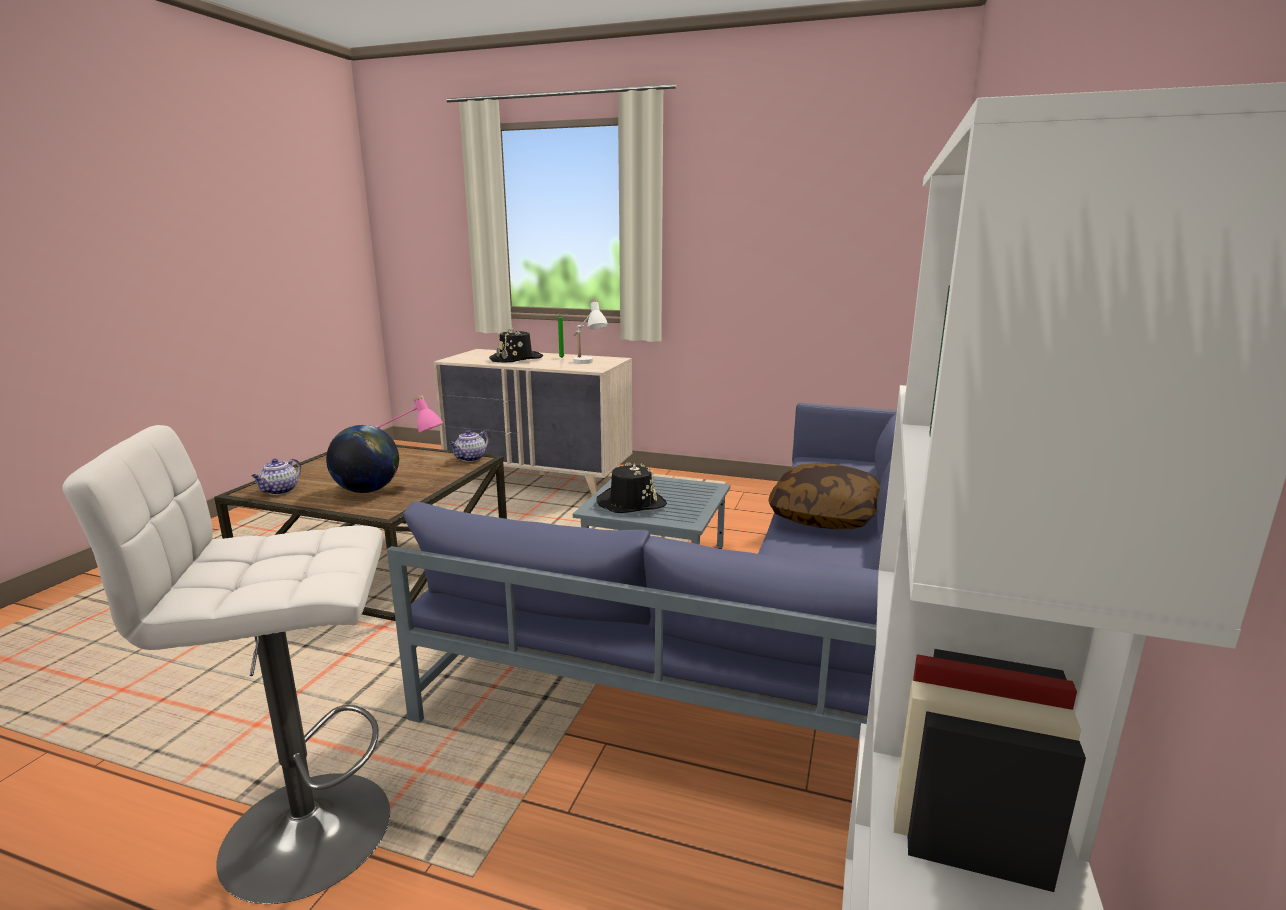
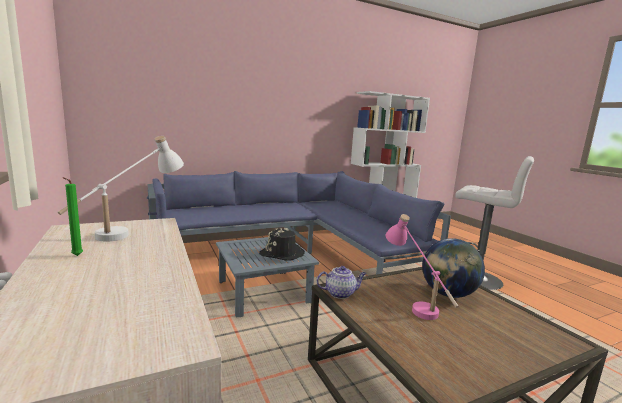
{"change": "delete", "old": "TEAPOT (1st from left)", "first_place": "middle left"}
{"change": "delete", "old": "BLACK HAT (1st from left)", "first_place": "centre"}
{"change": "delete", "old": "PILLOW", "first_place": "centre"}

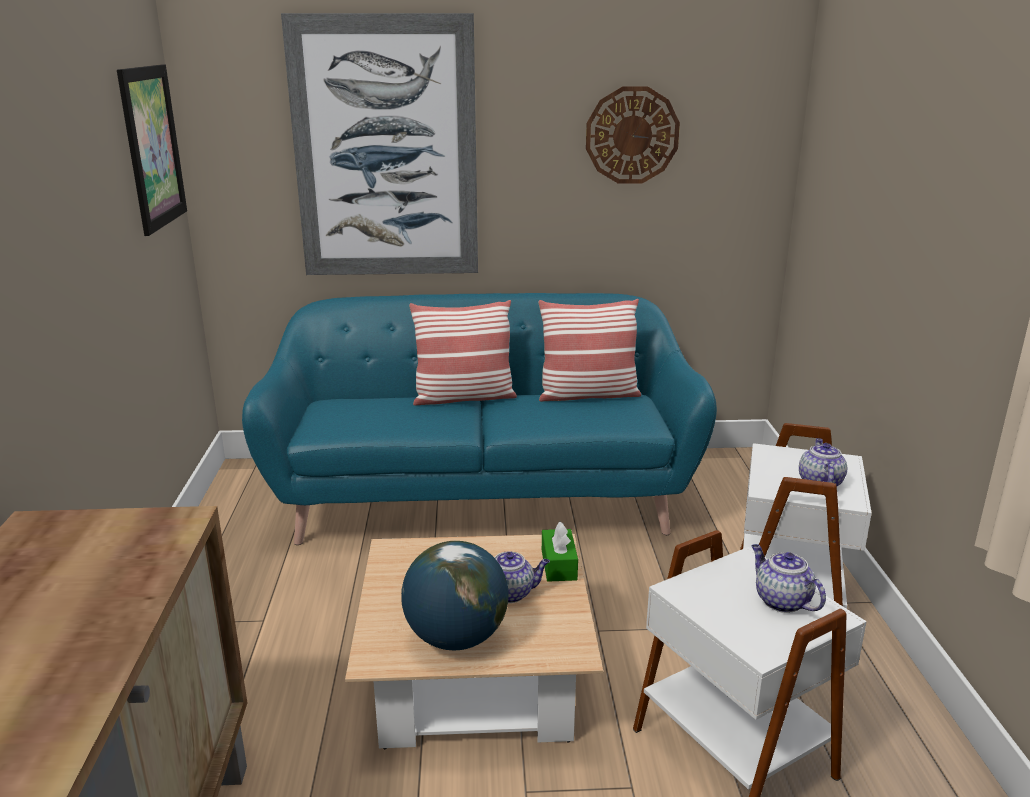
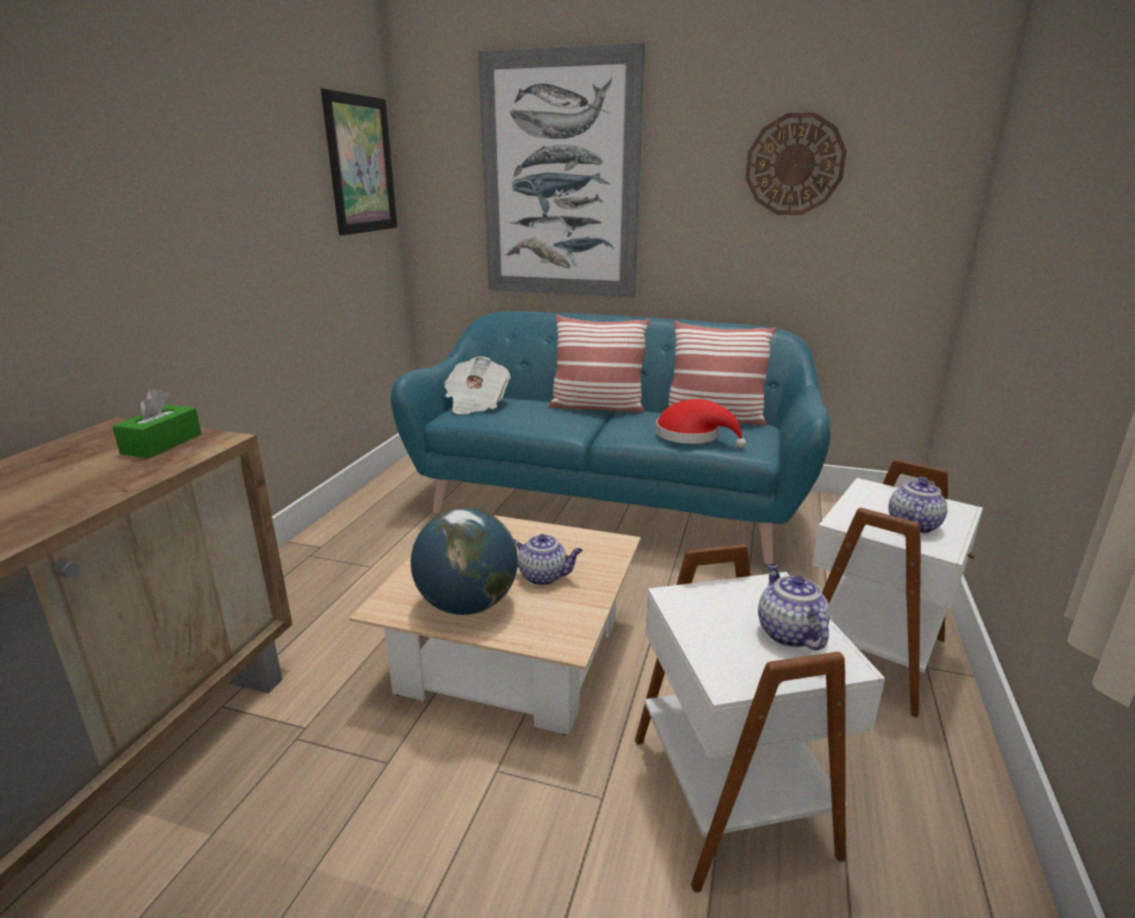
{"change": "move", "old": "GREEN TISSUE BOX", "first_place": "bottom centre", "second_place": "middle left"}
{"change": "insert", "new": "NEWSPAPER", "second_place": "centre"}
{"change": "insert", "new": "RED HAT", "second_place": "centre"}

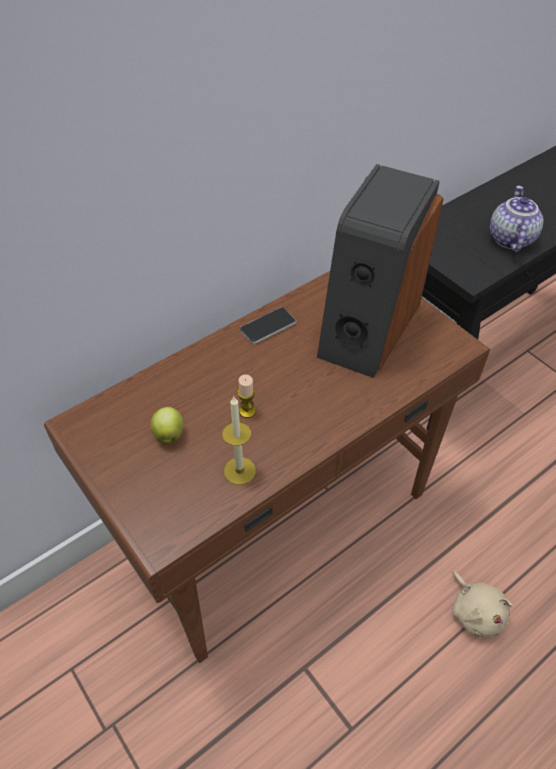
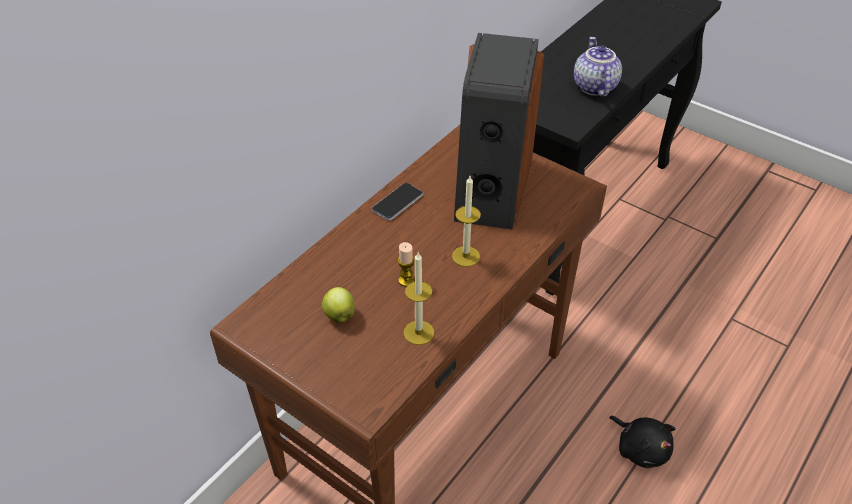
{"change": "insert", "new": "CANDLE (3rd from left)", "second_place": "centre"}
{"change": "recolor", "old": "BEIGE PLUSH TOY", "new": "BLACK PLUSH TOY", "first_place": "bottom right", "second_place": "bottom right"}

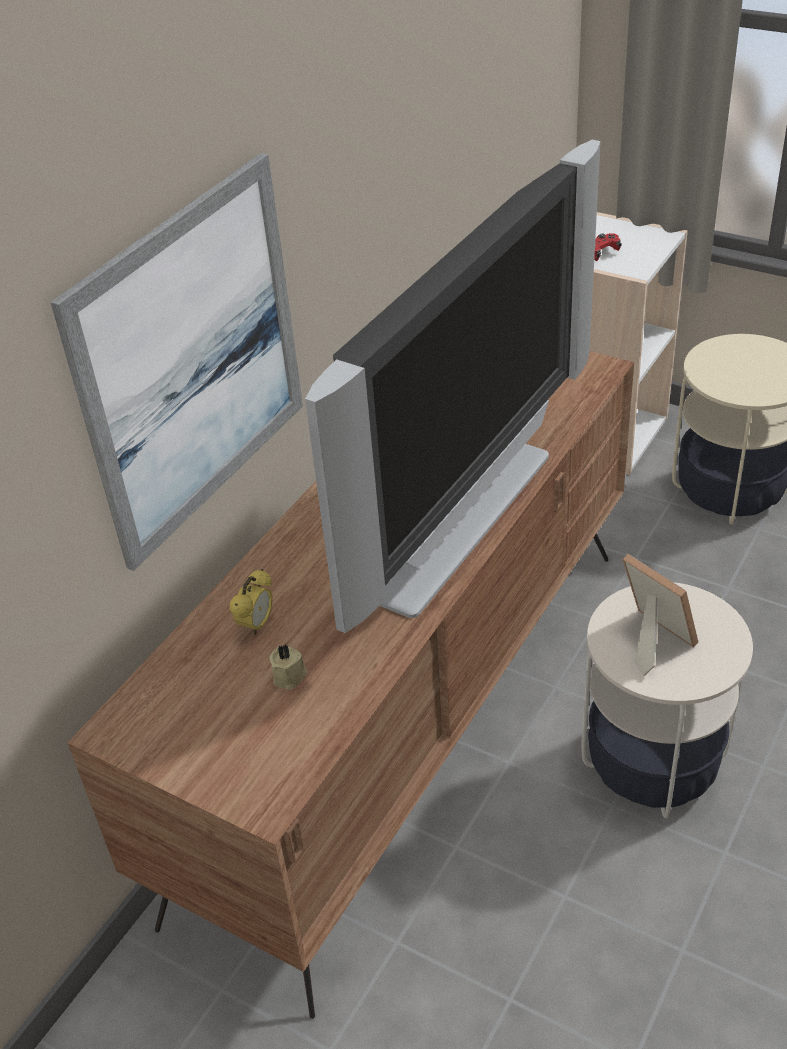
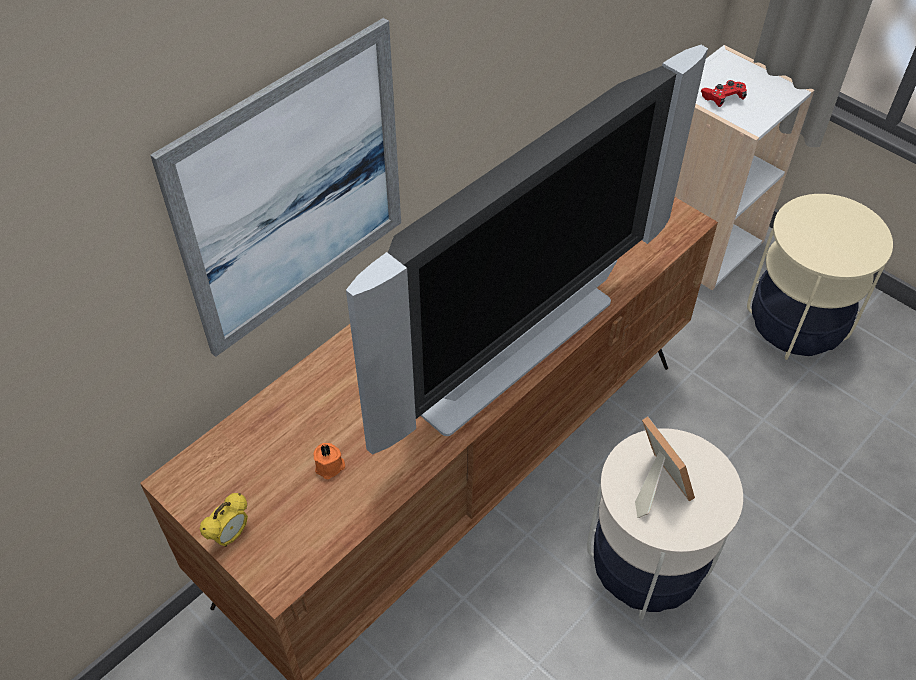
{"change": "move", "old": "ALARM CLOCK", "first_place": "middle left", "second_place": "bottom left"}
{"change": "recolor", "old": "BEIGE CANDLE", "new": "ORANGE CANDLE", "first_place": "centre", "second_place": "bottom centre"}

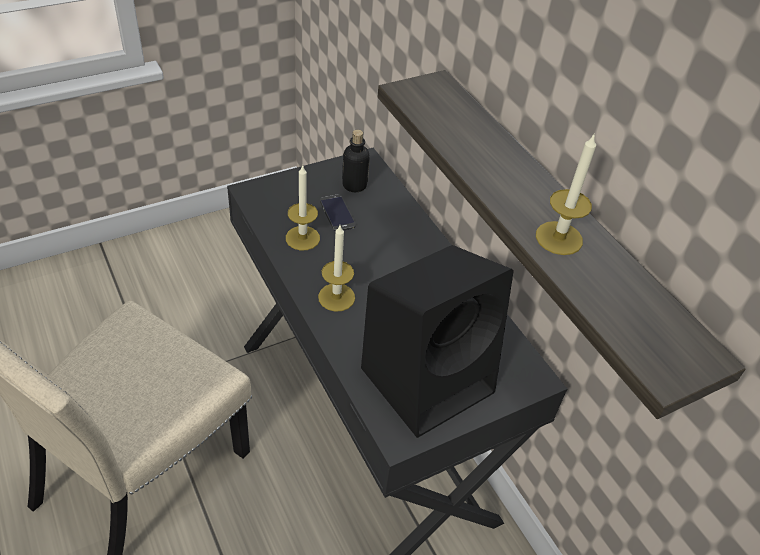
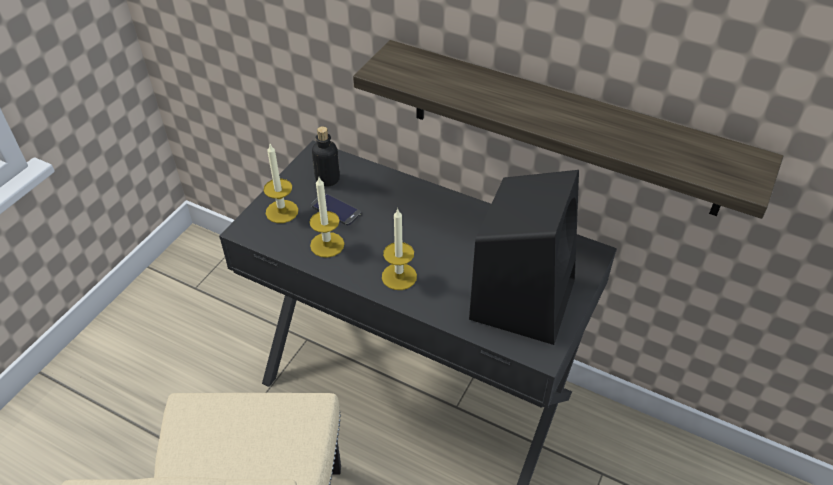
{"change": "move", "old": "CANDLE (3rd from left in the first image)", "new": "CANDLE (1st from left)", "first_place": "middle right", "second_place": "centre"}

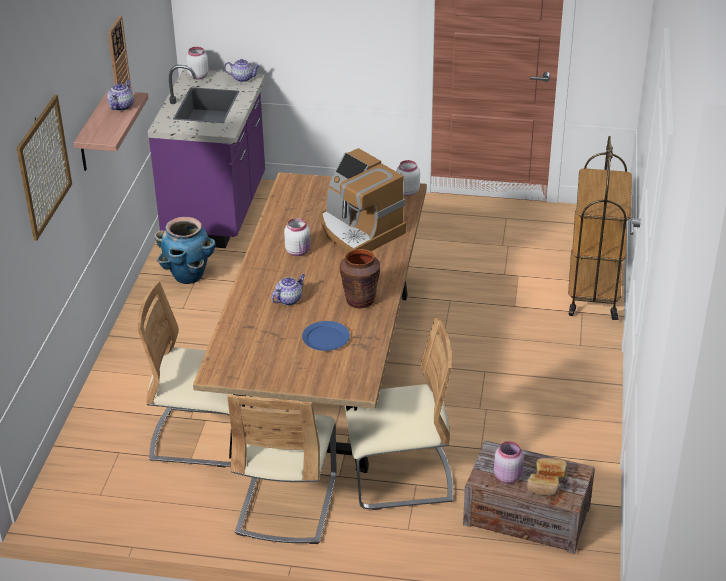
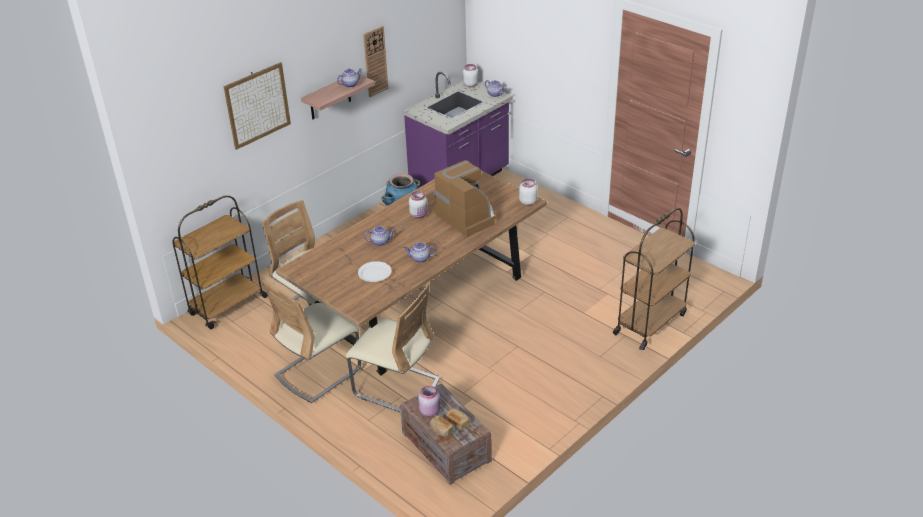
{"change": "insert", "new": "BROWN CART (1st from left)", "second_place": "middle left"}
{"change": "recolor", "old": "BLUE PLATE", "new": "WHITE PLATE", "first_place": "centre", "second_place": "centre"}
{"change": "replace", "old": "BROWN VASE", "new": "TEAPOT (3rd from left)", "first_place": "centre", "second_place": "centre"}
{"change": "rotate", "old": "COFFEE MACHINE", "first_place": "centre", "second_place": "centre", "degrees": 150}

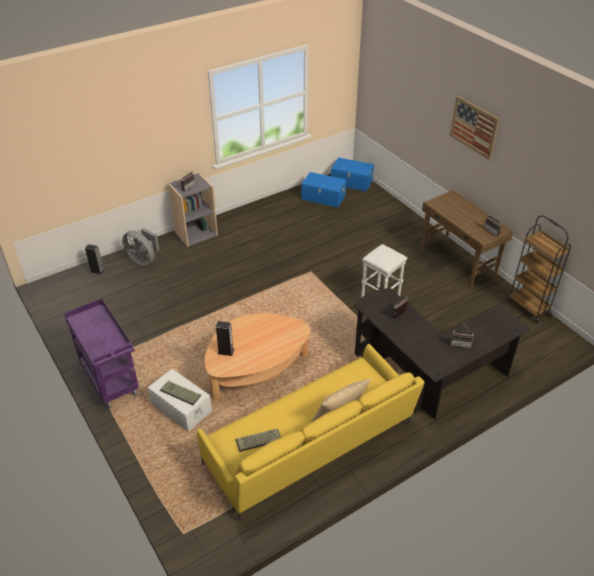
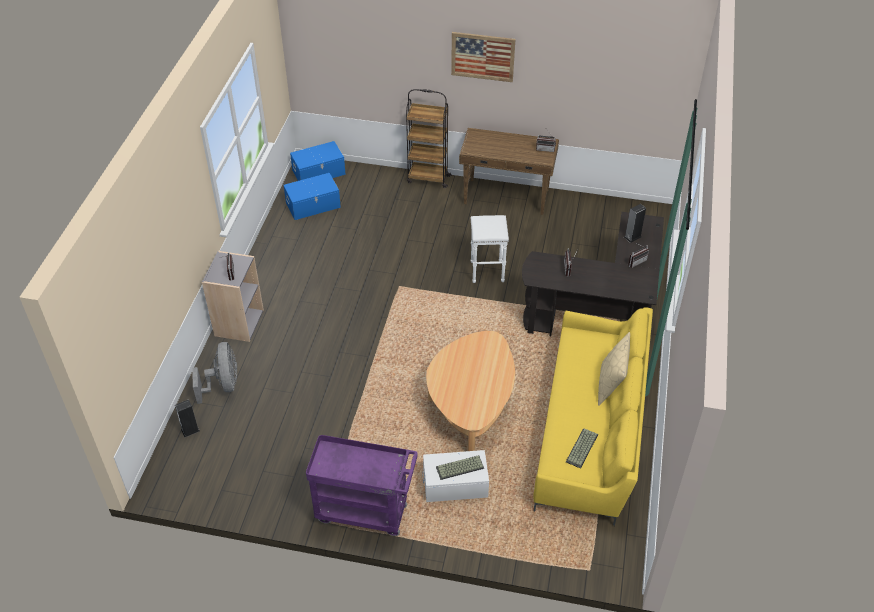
{"change": "rotate", "old": "GREY FAN", "first_place": "middle left", "second_place": "middle left", "degrees": -90}
{"change": "move", "old": "BROWN CART", "first_place": "middle right", "second_place": "top centre"}
{"change": "move", "old": "SPEAKER (2nd from left)", "first_place": "centre", "second_place": "middle right"}

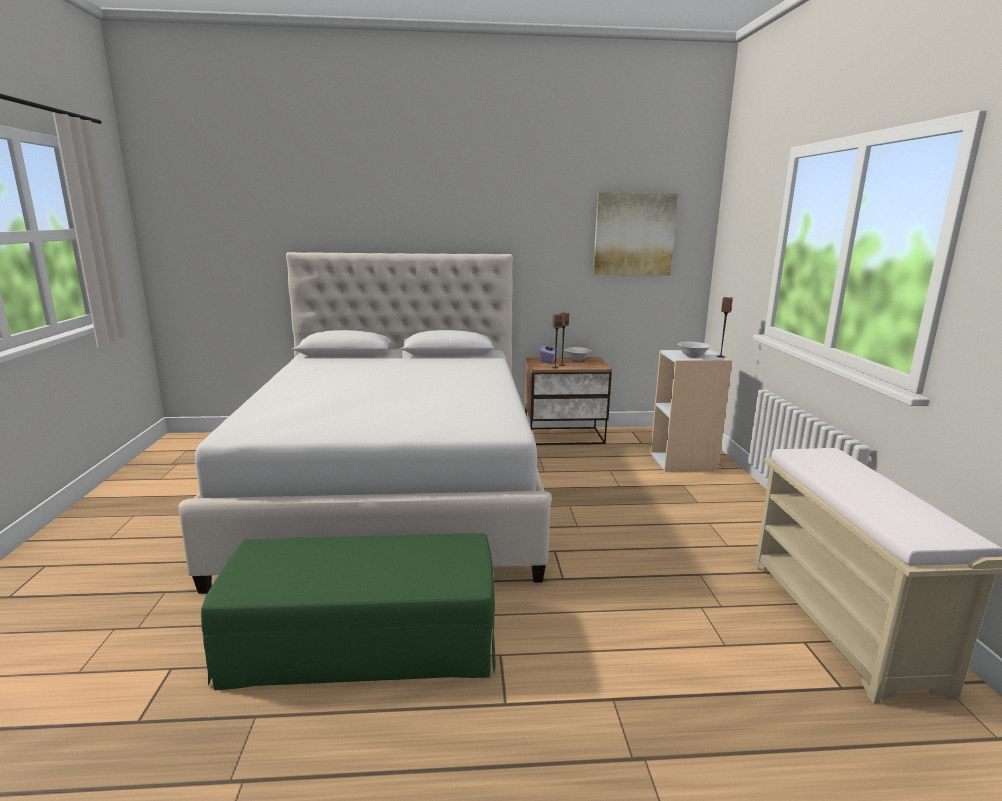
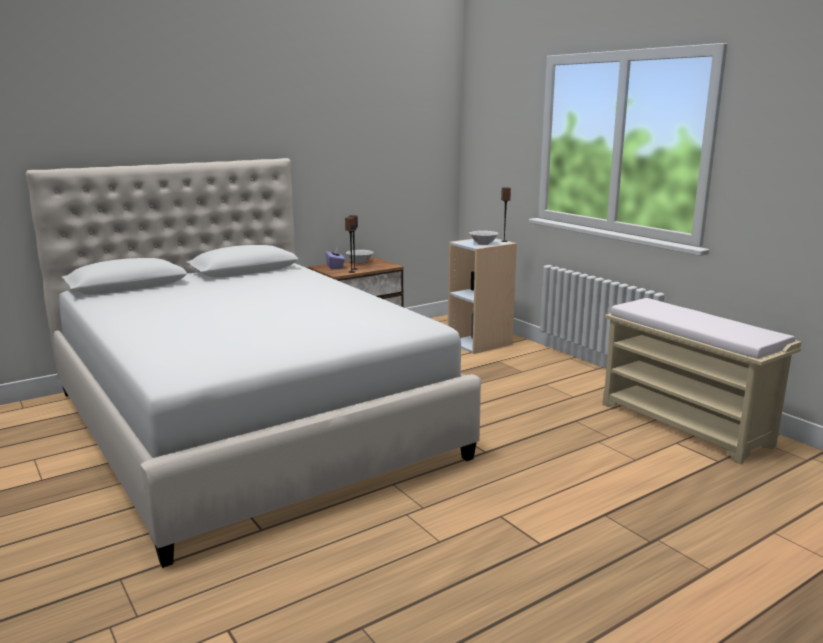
{"change": "delete", "old": "GREEN OTTOMAN", "first_place": "bottom centre"}
{"change": "delete", "old": "PICTURE", "first_place": "top centre"}

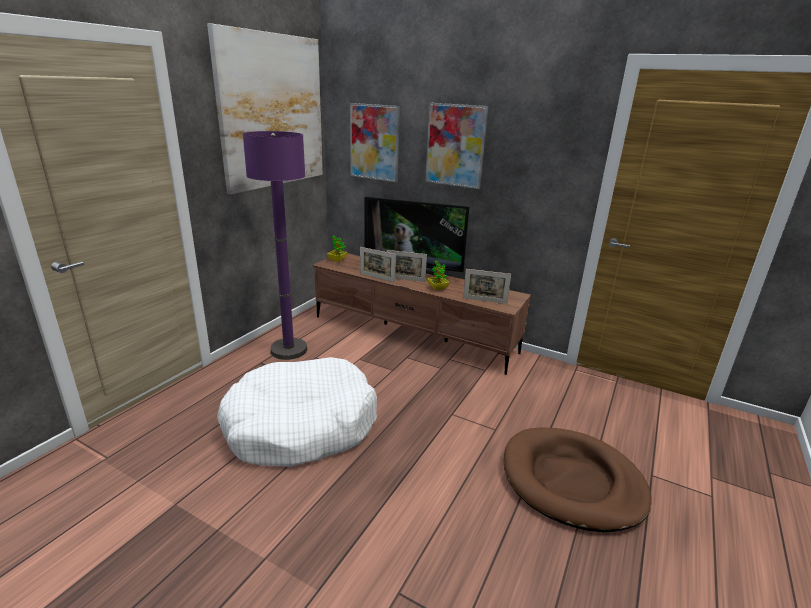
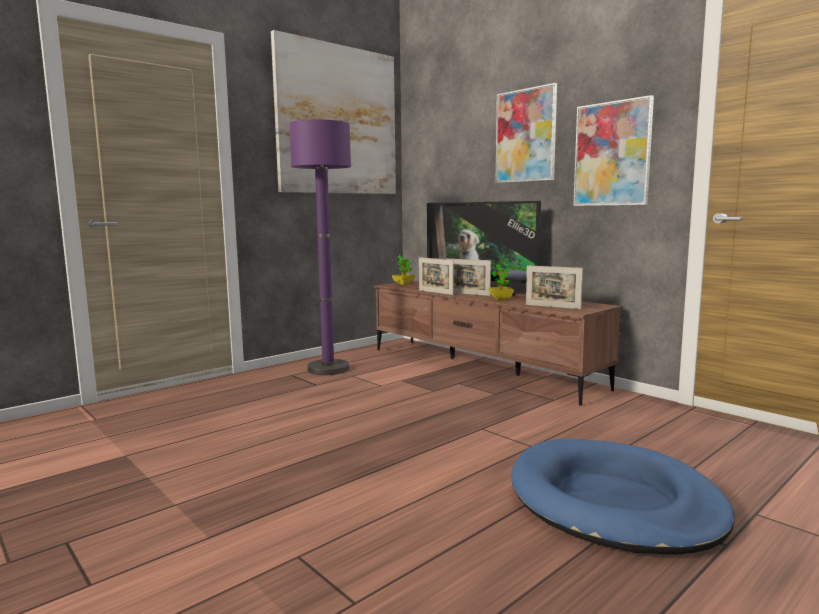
{"change": "recolor", "old": "BROWN DOG BED", "new": "BLUE DOG BED", "first_place": "bottom right", "second_place": "bottom right"}
{"change": "move", "old": "PICTURE (2nd from left in the first image)", "new": "PICTURE (3rd from left)", "first_place": "top centre", "second_place": "top right"}
{"change": "delete", "old": "WHITE DOG BED", "first_place": "bottom centre"}

